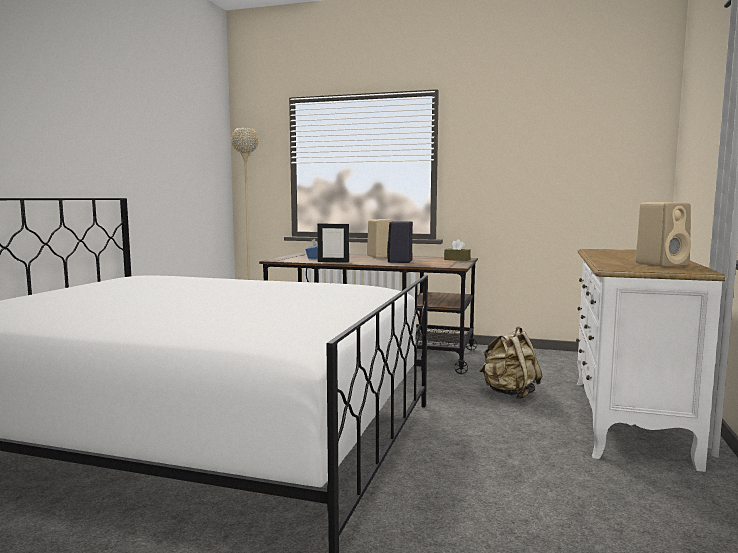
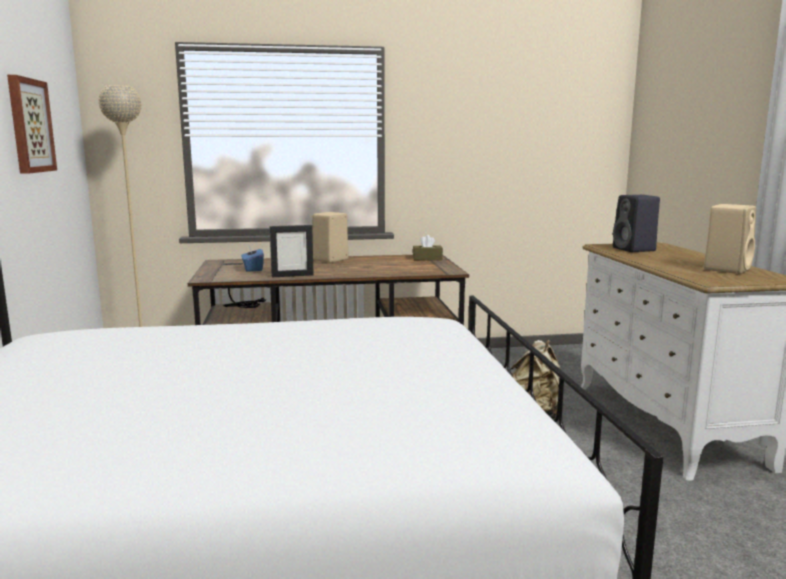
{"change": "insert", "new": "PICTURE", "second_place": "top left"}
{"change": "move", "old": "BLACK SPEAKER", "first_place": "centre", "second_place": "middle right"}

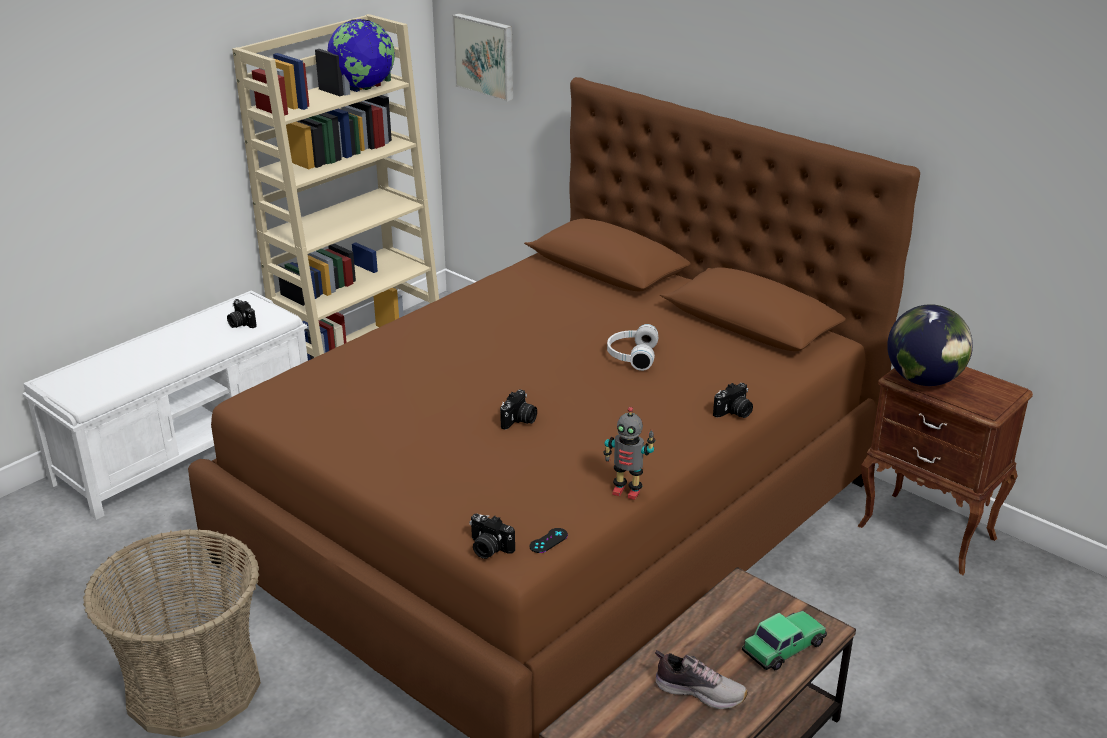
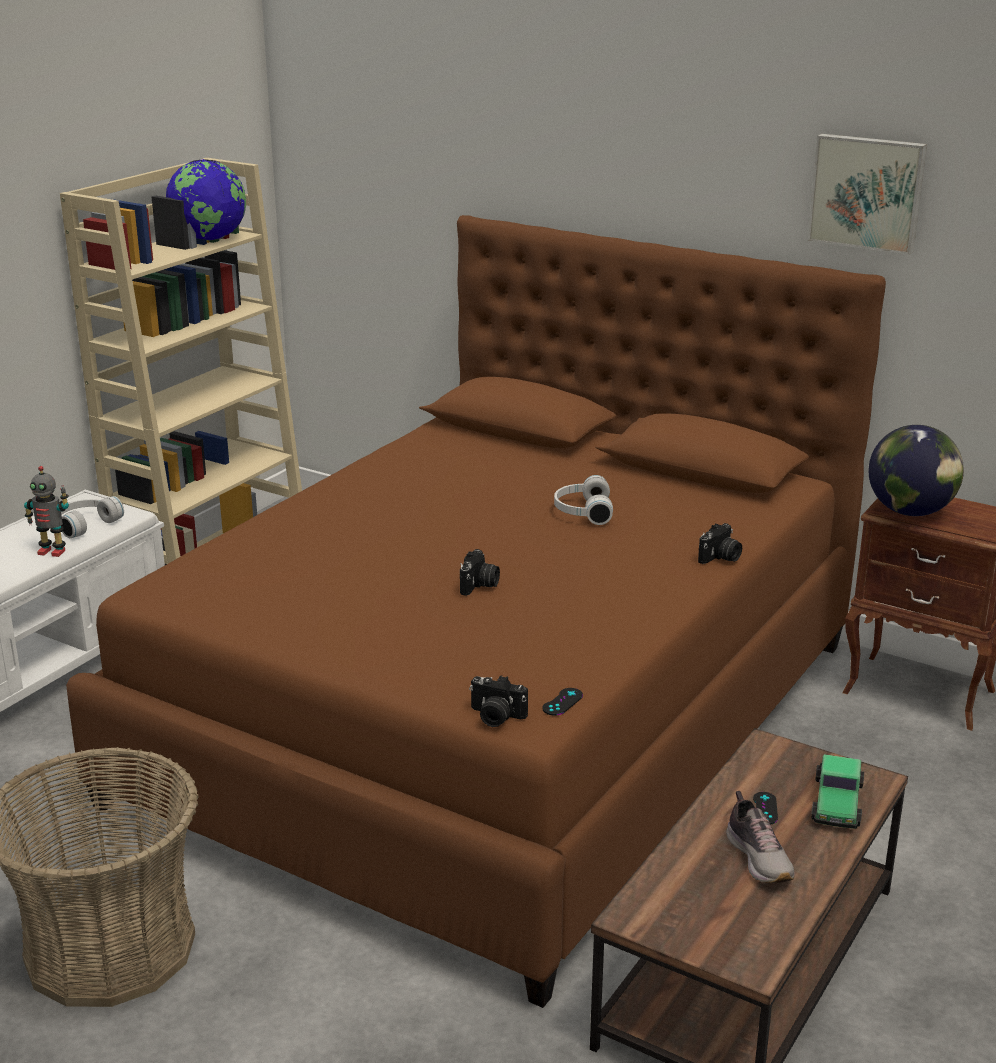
{"change": "move", "old": "TOY ROBOT", "first_place": "centre", "second_place": "middle left"}
{"change": "replace", "old": "PHOTO CAMERA (1st from left)", "new": "WHITE HEADPHONES (1st from left)", "first_place": "middle left", "second_place": "middle left"}
{"change": "rotate", "old": "SHOE", "first_place": "bottom centre", "second_place": "bottom right", "degrees": 60}
{"change": "insert", "new": "BLACK GAME CONTROLLER (2nd from left)", "second_place": "bottom right"}
{"change": "move", "old": "PICTURE", "first_place": "top centre", "second_place": "top right"}
{"change": "rotate", "old": "TOY CAR", "first_place": "bottom right", "second_place": "bottom right", "degrees": 150}

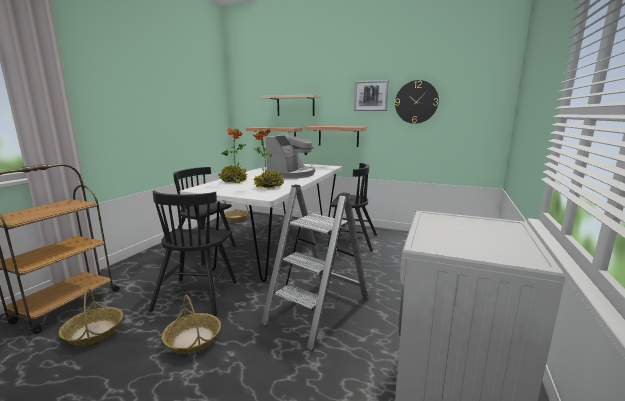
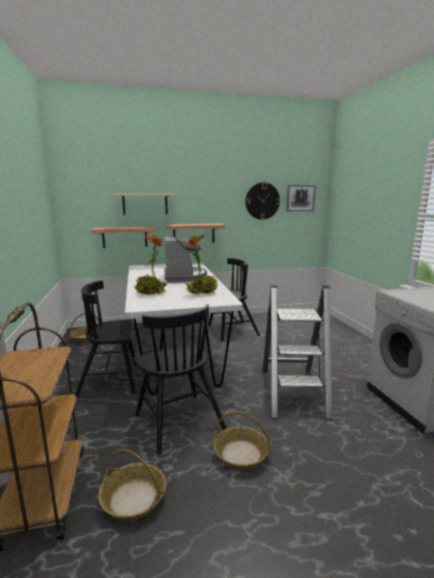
{"change": "move", "old": "PICTURE", "first_place": "top centre", "second_place": "middle right"}

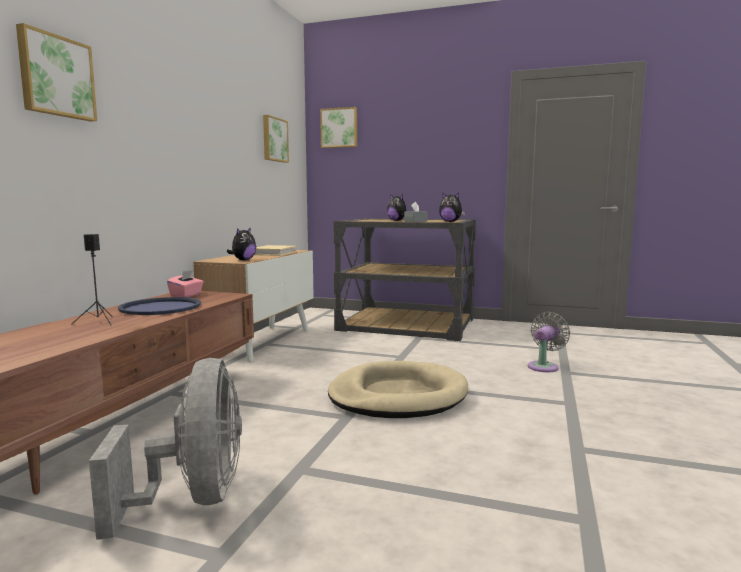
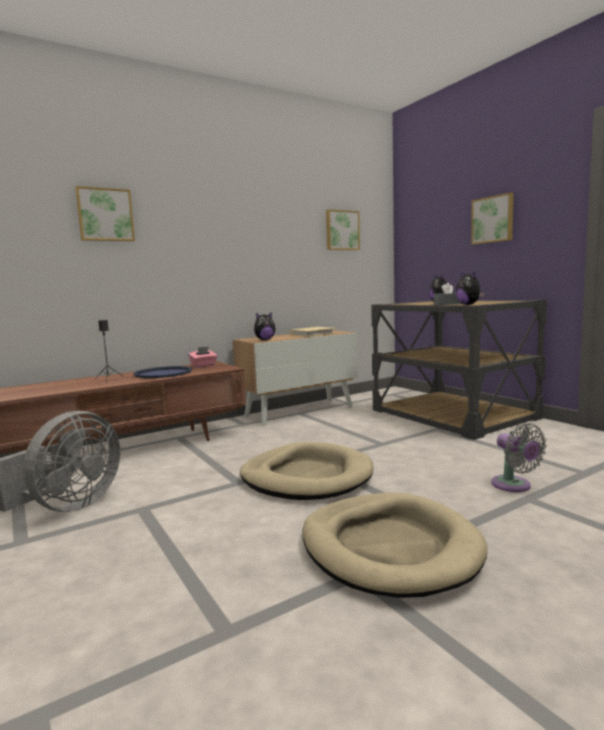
{"change": "insert", "new": "BEIGE DOG BED (2nd from left)", "second_place": "bottom centre"}
{"change": "move", "old": "PICTURE (3rd from left)", "first_place": "top centre", "second_place": "top right"}
{"change": "rotate", "old": "GREY FAN (2nd from left)", "first_place": "middle right", "second_place": "middle right", "degrees": 75}

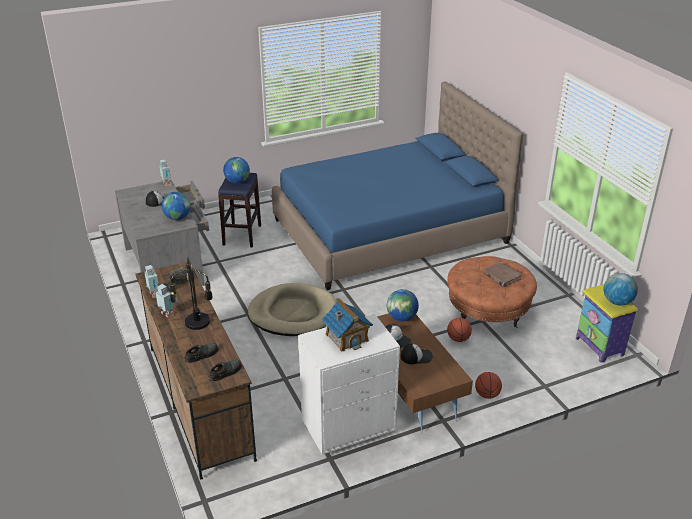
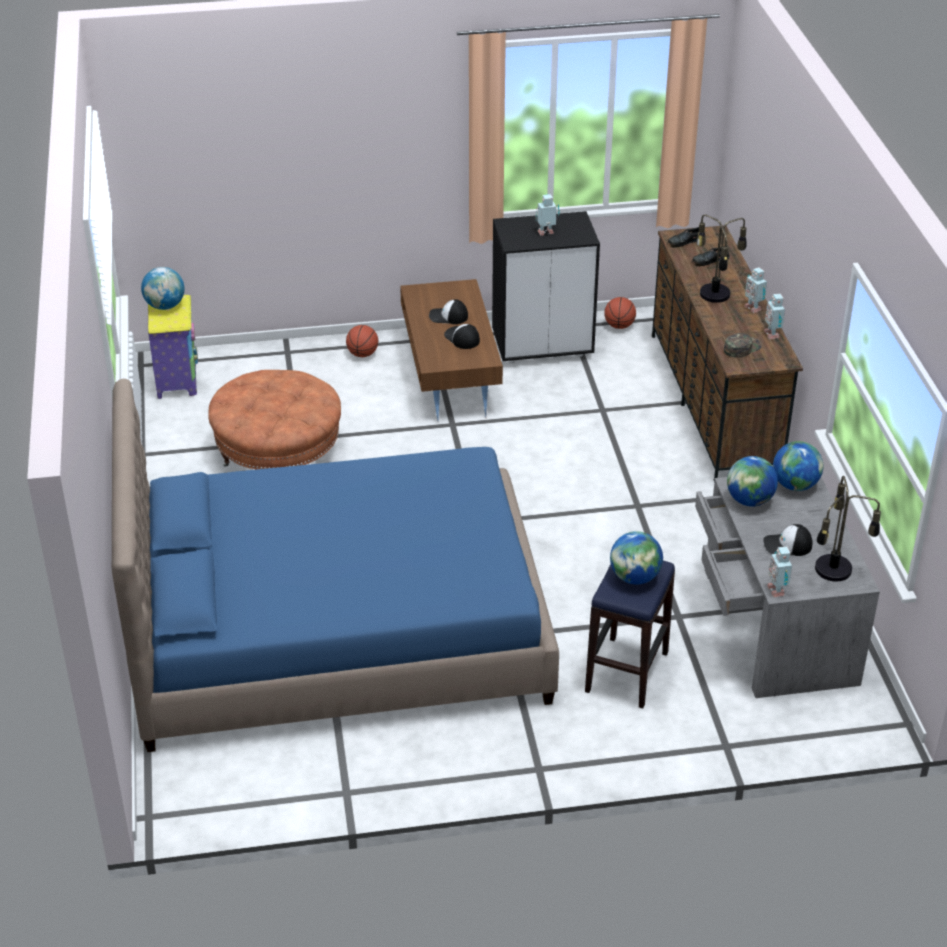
{"change": "recolor", "old": "WHITE CABINET", "new": "BLACK CABINET", "first_place": "bottom centre", "second_place": "top centre"}
{"change": "replace", "old": "TOY HOUSE", "new": "TOY ROBOT (1st from left)", "first_place": "centre", "second_place": "top centre"}
{"change": "move", "old": "BASKETBALL (1st from left in the first image)", "new": "BASKETBALL (2nd from left)", "first_place": "centre", "second_place": "top centre"}
{"change": "move", "old": "GLOBE (3rd from left in the first image)", "new": "GLOBE (4th from left)", "first_place": "centre", "second_place": "middle right"}
{"change": "insert", "new": "TABLE LAMP (2nd from left)", "second_place": "middle right"}
{"change": "delete", "old": "BEIGE DOG BED", "first_place": "centre"}
{"change": "delete", "old": "BROWN BOOK", "first_place": "middle right"}

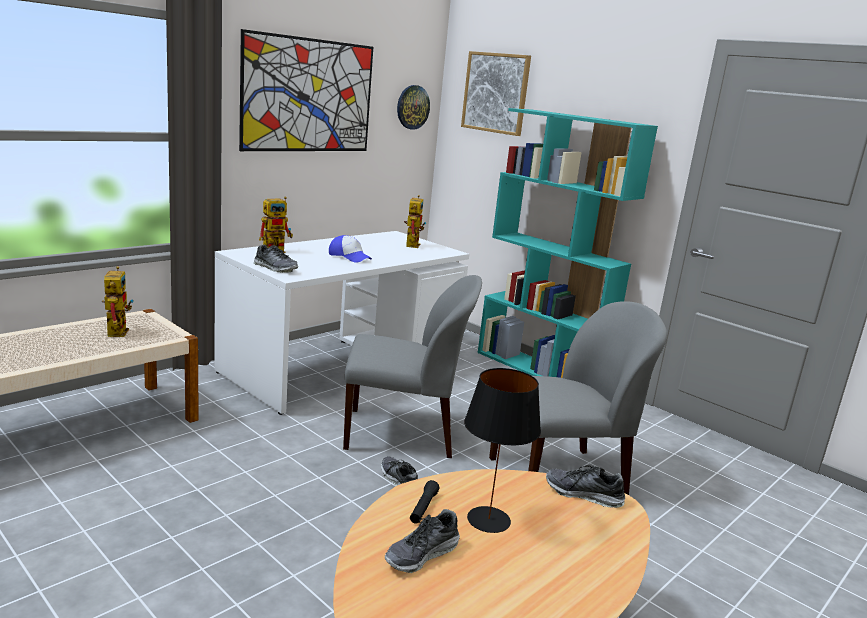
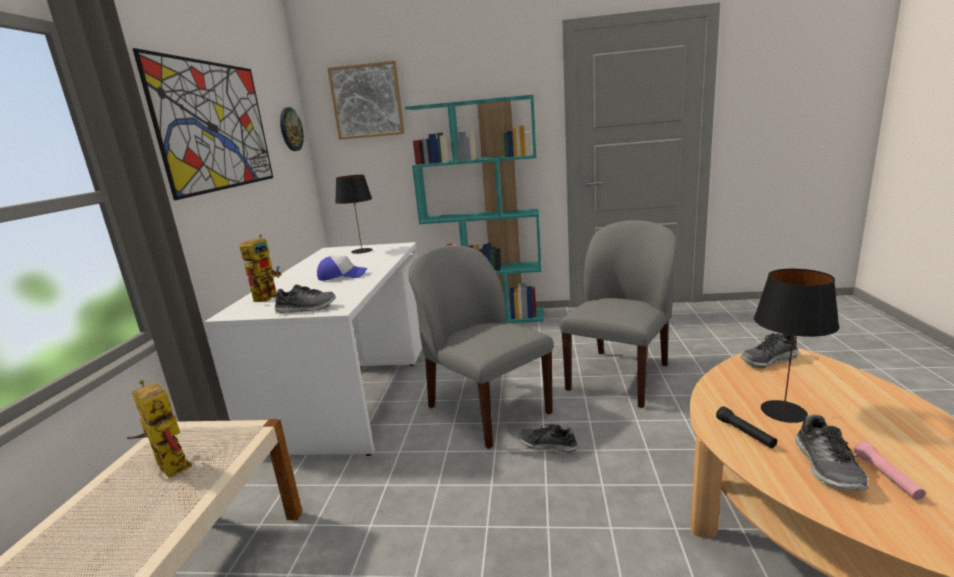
{"change": "replace", "old": "TOY ROBOT (3rd from left)", "new": "BLACK TABLE LAMP (1st from left)", "first_place": "centre", "second_place": "centre"}
{"change": "rotate", "old": "GREY CHAIR (1st from left)", "first_place": "centre", "second_place": "centre", "degrees": -90}
{"change": "insert", "new": "PINK FLASHLIGHT", "second_place": "bottom right"}

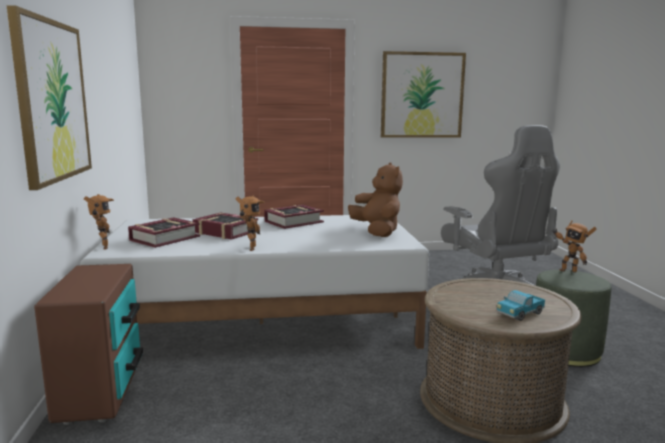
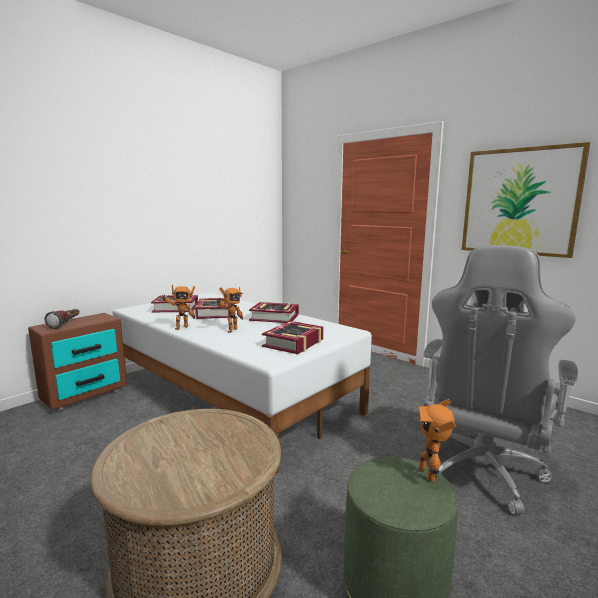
{"change": "insert", "new": "FLASHLIGHT", "second_place": "middle left"}
{"change": "move", "old": "TOY ROBOT (1st from left in the first image)", "new": "TOY ROBOT (2nd from left)", "first_place": "middle left", "second_place": "centre"}
{"change": "replace", "old": "BROWN PLUSH TOY", "new": "BOOK (4th from left)", "first_place": "centre", "second_place": "centre"}
{"change": "delete", "old": "PICTURE (1st from left)", "first_place": "top left"}
{"change": "delete", "old": "TOY TRUCK", "first_place": "bottom right"}

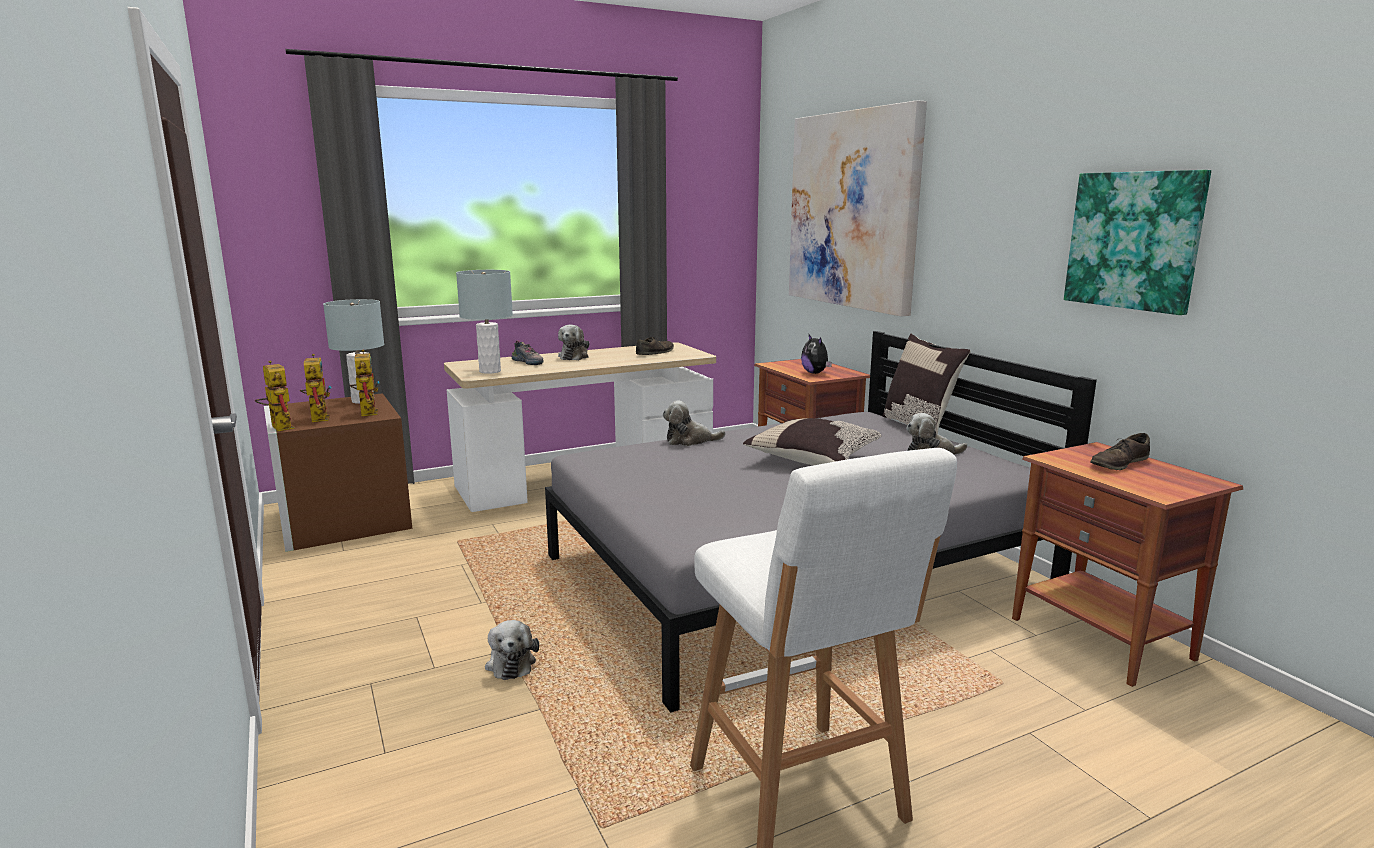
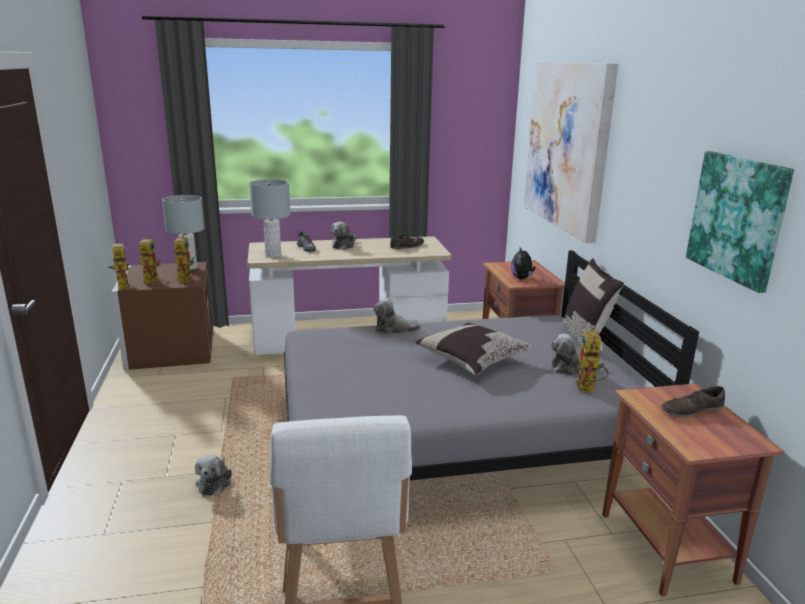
{"change": "insert", "new": "TOY ROBOT (4th from left)", "second_place": "middle right"}

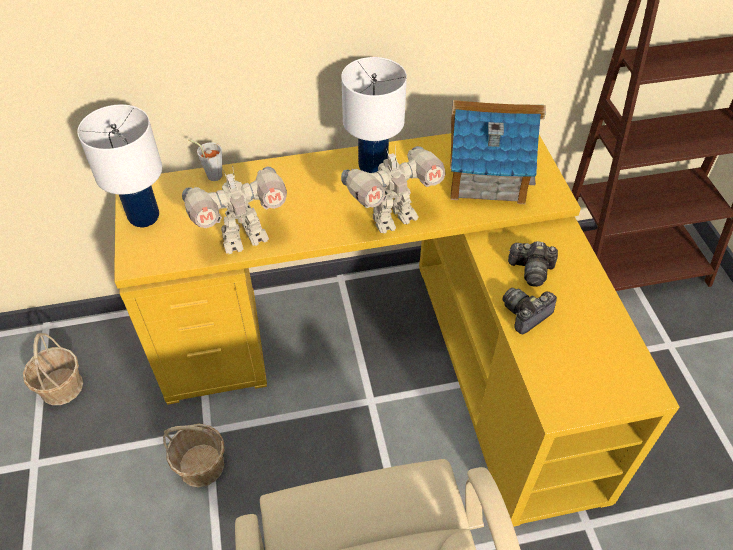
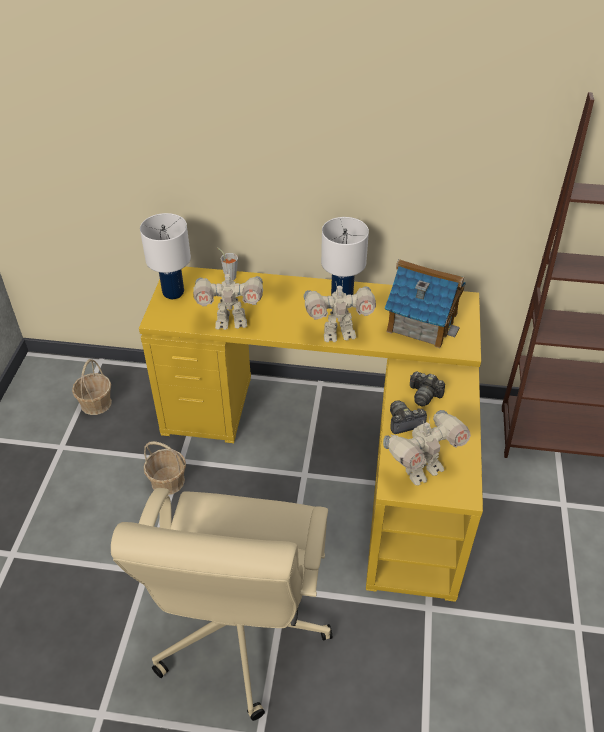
{"change": "insert", "new": "TOY ROBOT (3rd from left)", "second_place": "middle right"}

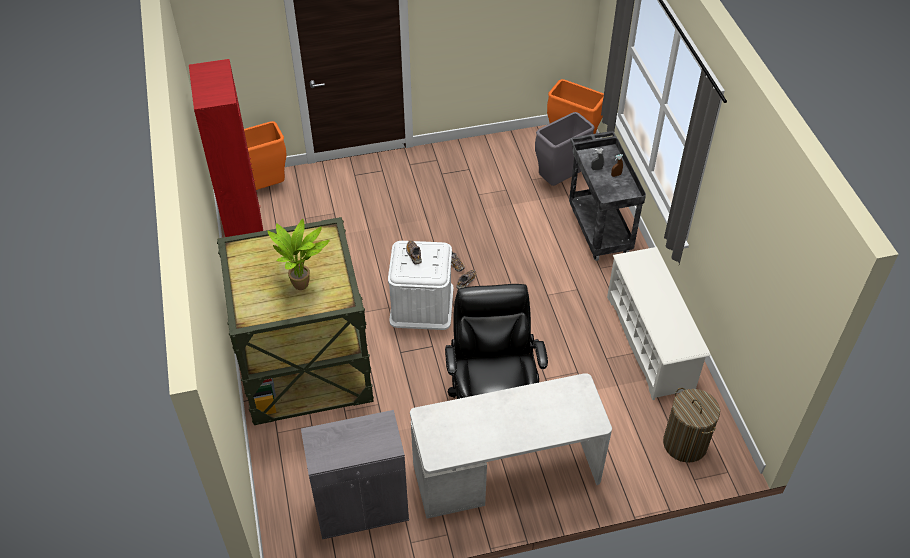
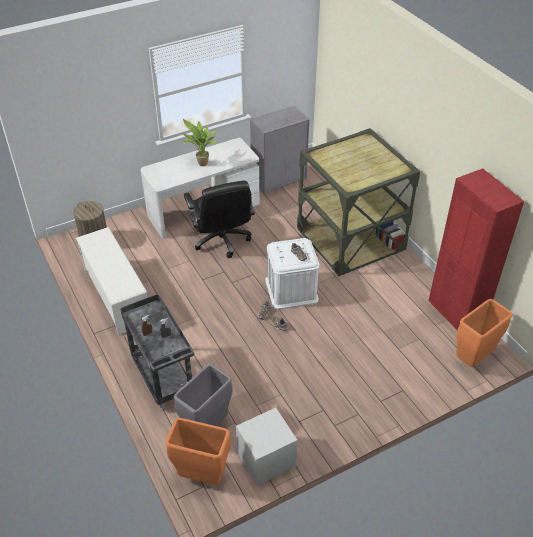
{"change": "move", "old": "POTTED PLANT", "first_place": "middle left", "second_place": "top centre"}
{"change": "insert", "new": "WHITE NIGHTSTAND", "second_place": "bottom centre"}

